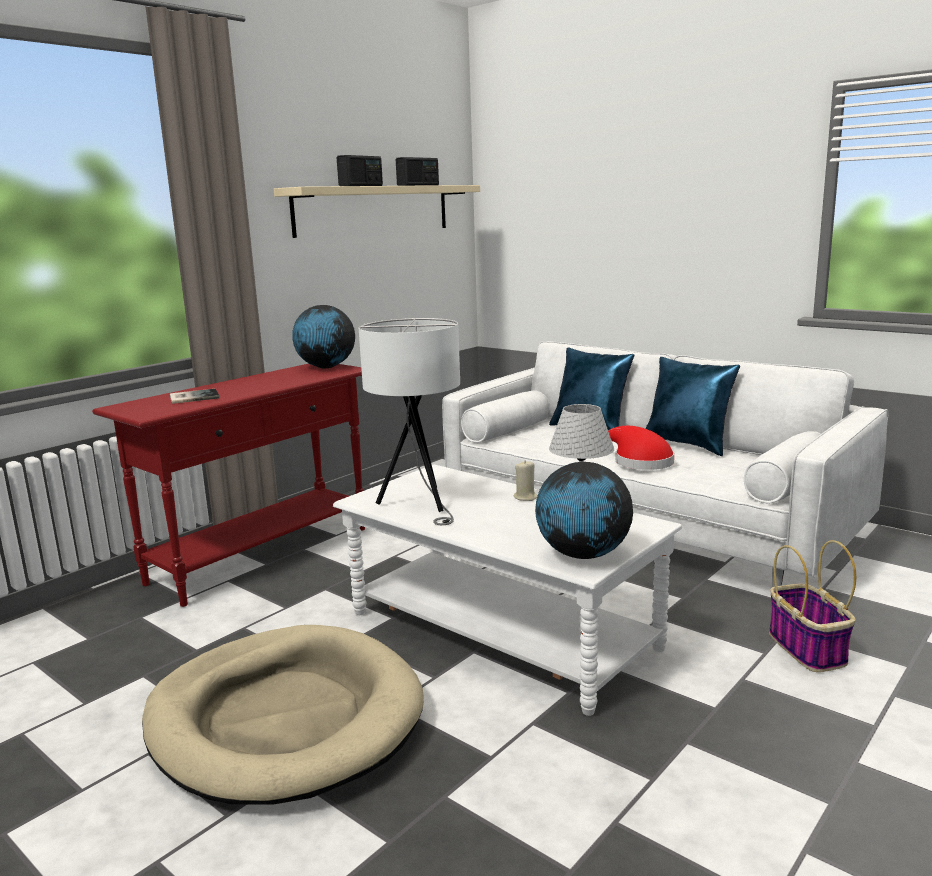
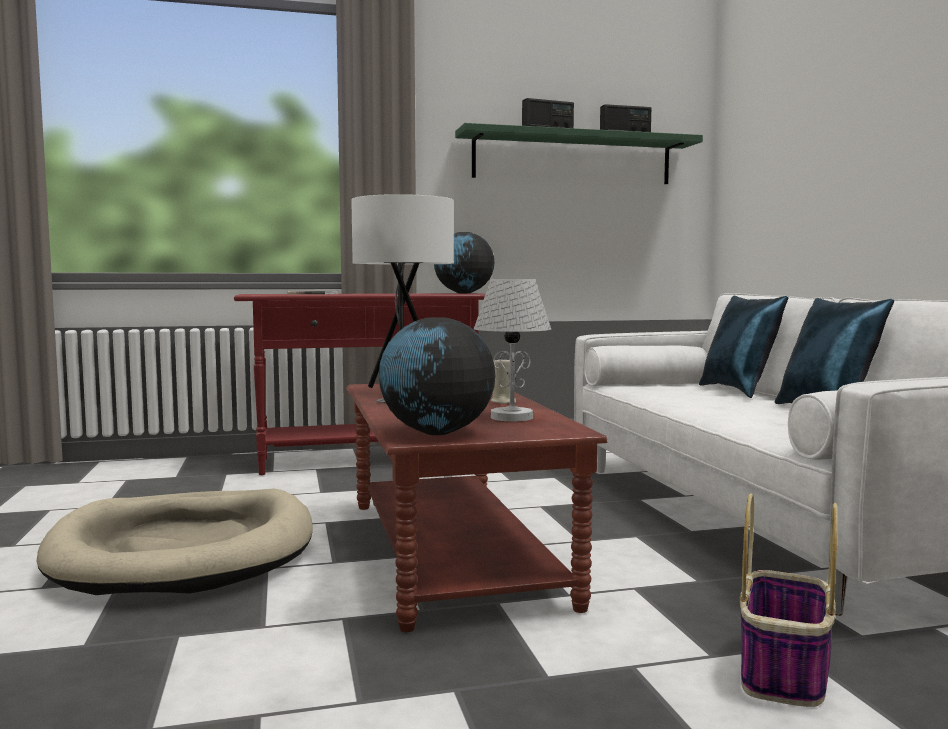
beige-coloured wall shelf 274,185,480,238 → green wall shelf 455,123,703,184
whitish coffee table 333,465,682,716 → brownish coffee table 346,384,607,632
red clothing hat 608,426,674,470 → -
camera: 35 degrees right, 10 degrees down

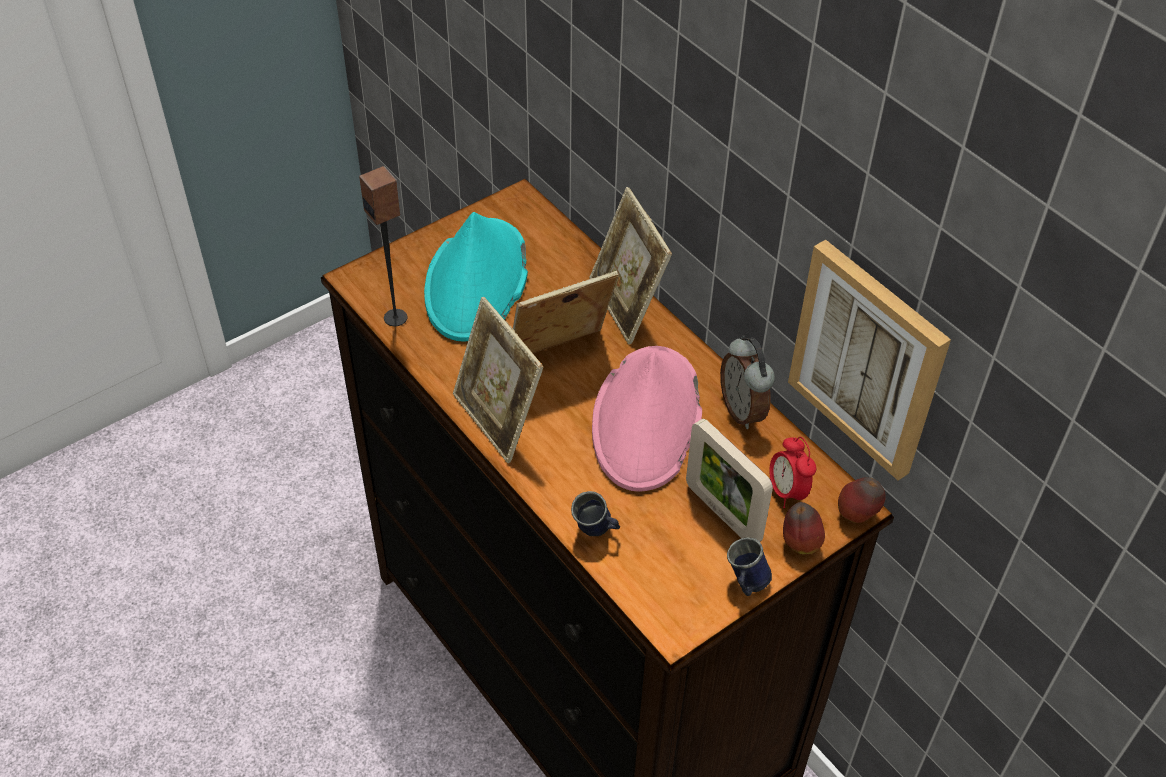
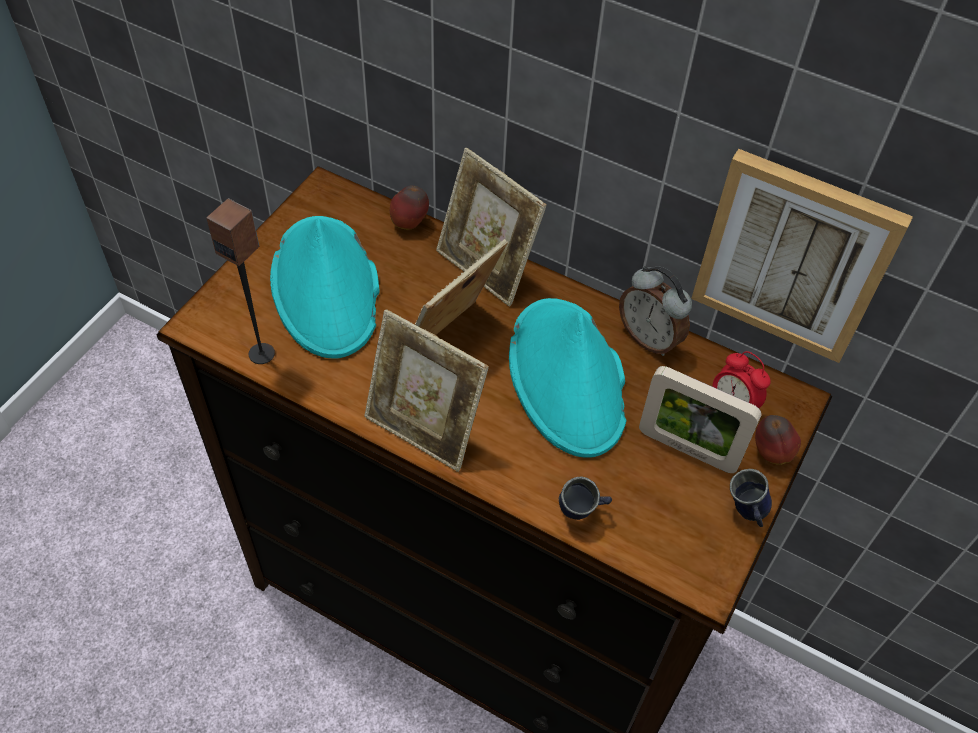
pink-coloured clothing hat 592,346,702,491 → blue-green clothing hat 509,298,626,458
whole apple 838,477,886,523 → whole apple 390,185,429,229, shifted
camera: 25 degrees left, 5 degrees up

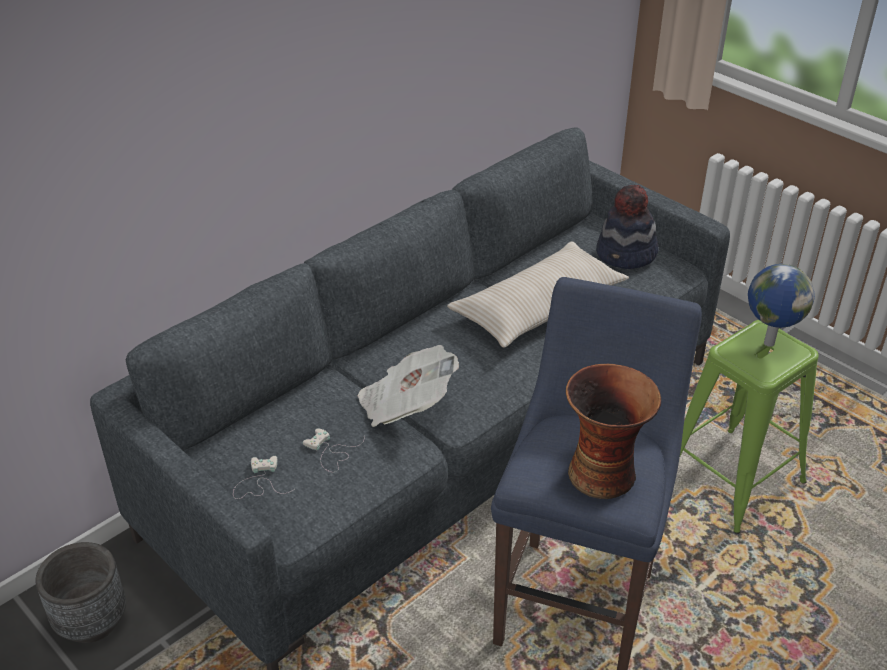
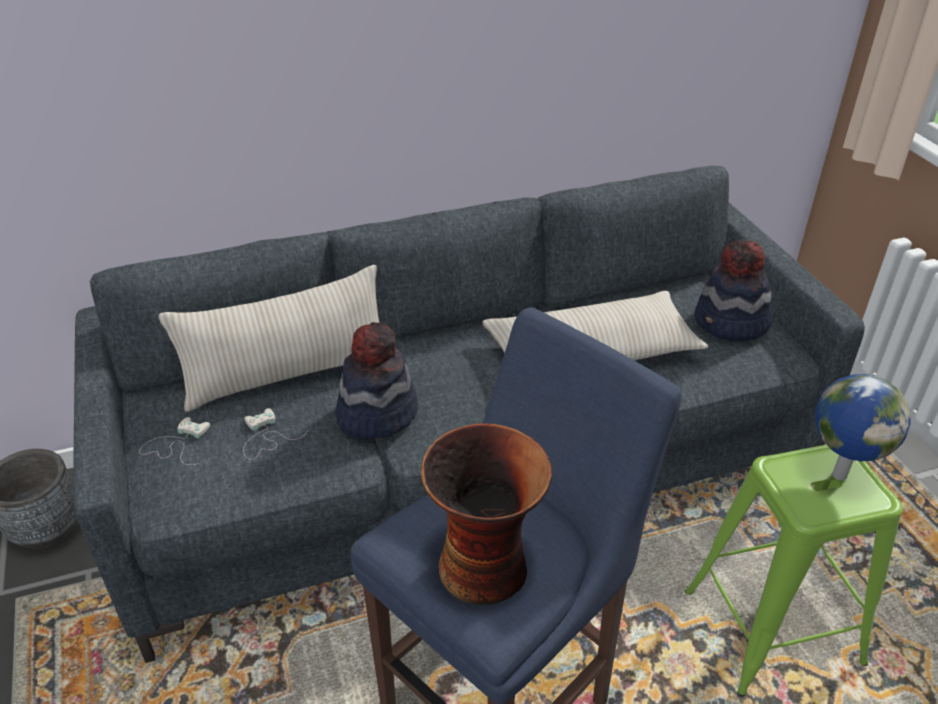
daily paper 358,345,459,427 → clothing hat 335,322,418,439
- → beige-coloured pillow 159,265,379,412
camera: 25 degrees right, 0 degrees up

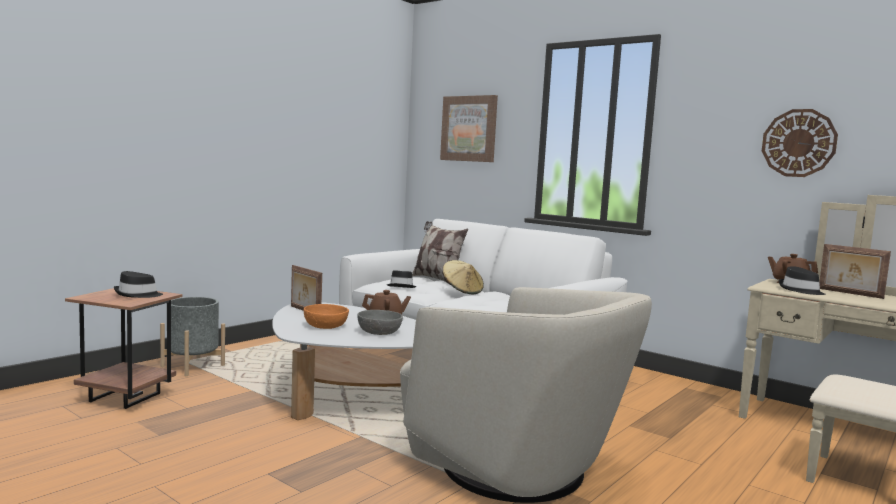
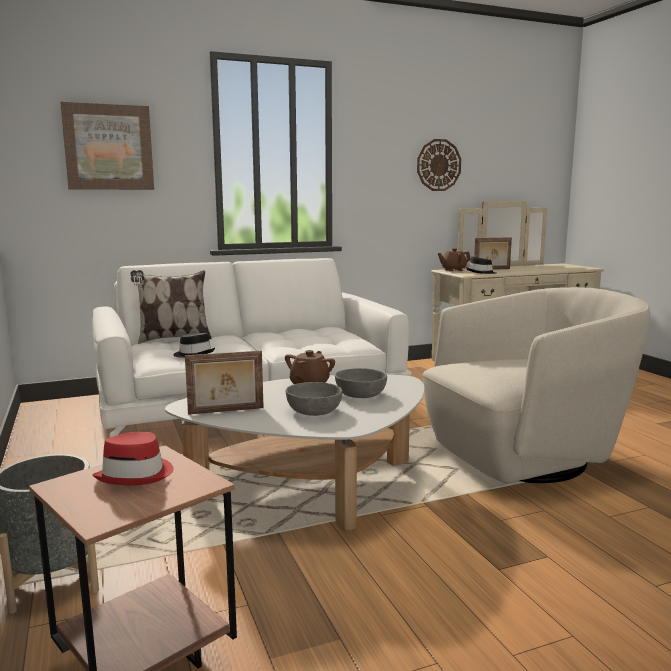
black-coloured clothing hat 114,271,163,298 → red clothing hat 93,432,174,485
orange-coloured bowl 304,304,349,329 → gray bowl 286,382,342,416
beige-coloured clothing hat 443,260,484,294 → -
camera: 60 degrees left, 5 degrees up

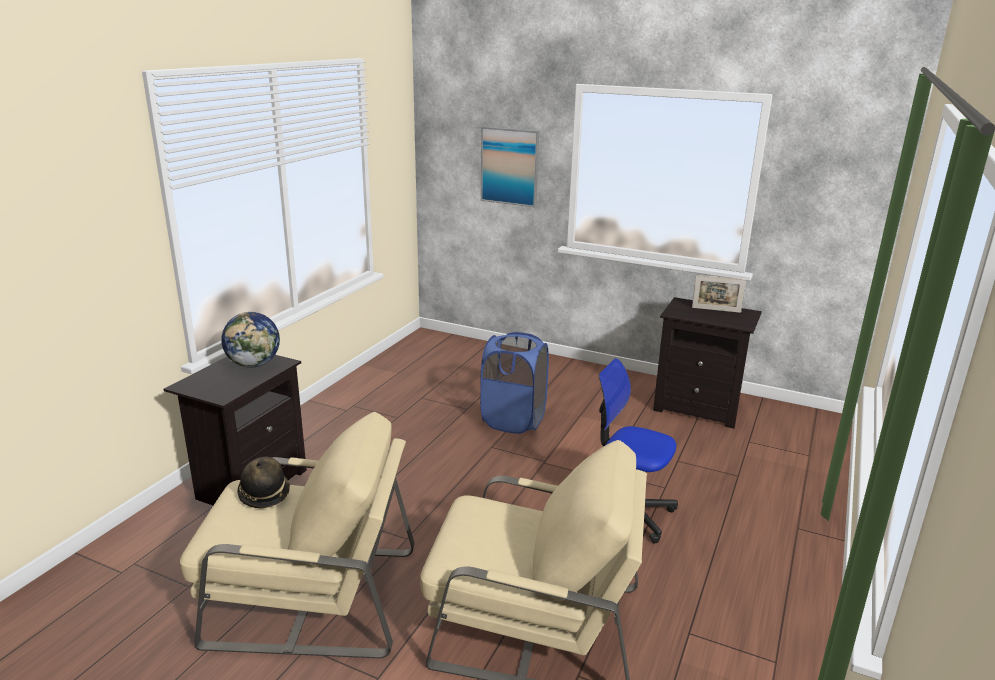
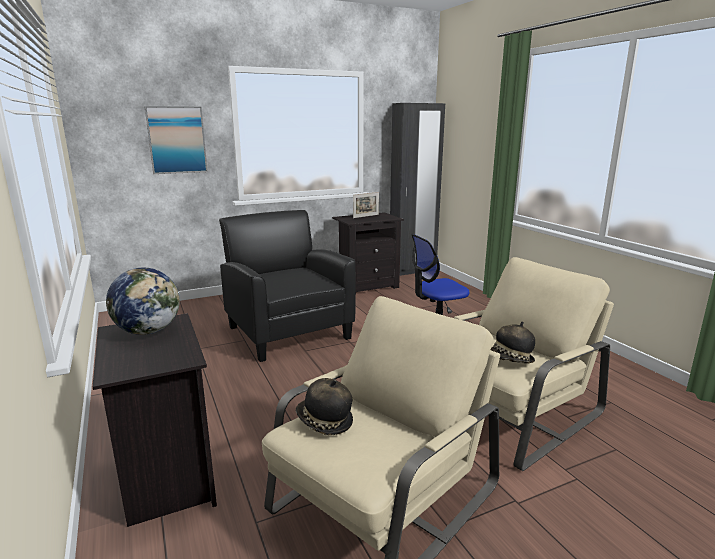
bluish washing basket 480,332,549,434 → black-coloured lounge chair 219,210,356,362
- → black-coloured armoire 390,103,445,276
- → clothing hat 491,321,535,364
camera: 50 degrees left, 5 degrees down

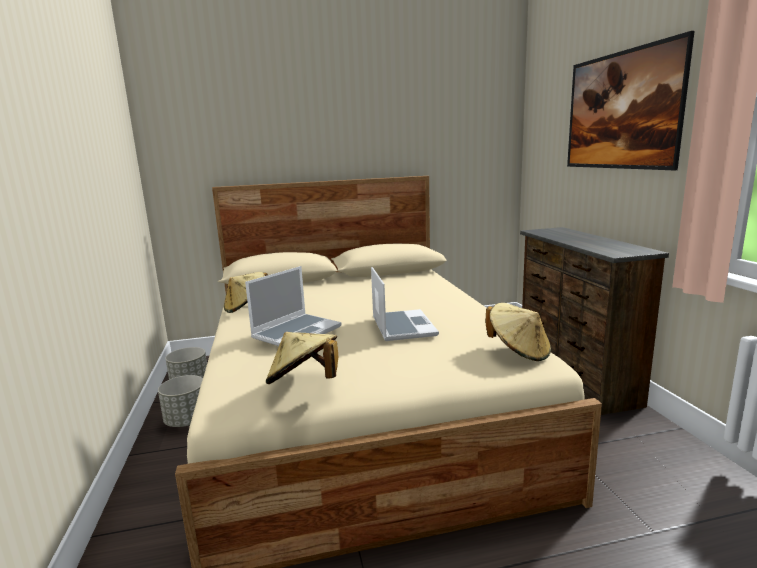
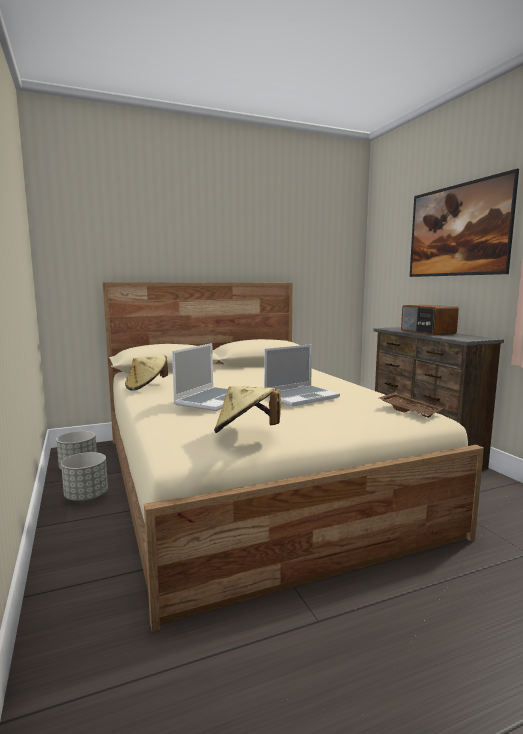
laptop 371,267,439,341 → laptop 264,344,340,407, 75 degrees clockwise
beige-coloured clothing hat 485,303,551,361 → brownish tray 379,392,443,418
- → radio set 401,305,459,335
camera: 10 degrees left, 5 degrees down

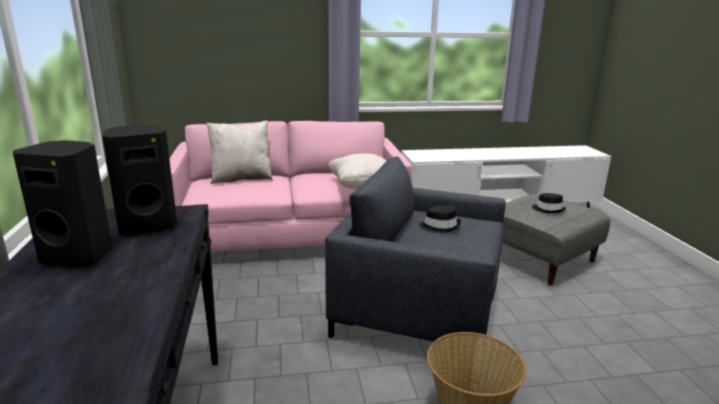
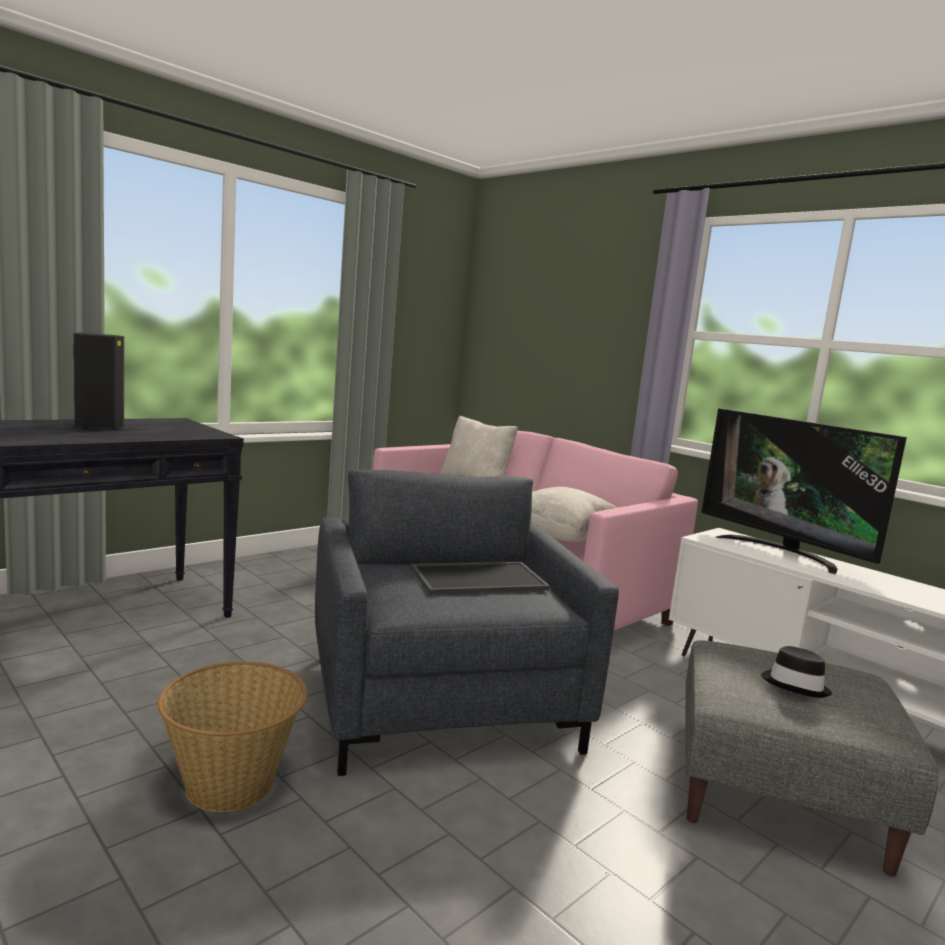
black-coloured audio speaker 102,124,177,237 → -
black-coloured clothing hat 419,205,461,233 → tray 410,562,550,594
- → TV 701,408,907,574
camera: 55 degrees right, 10 degrees down

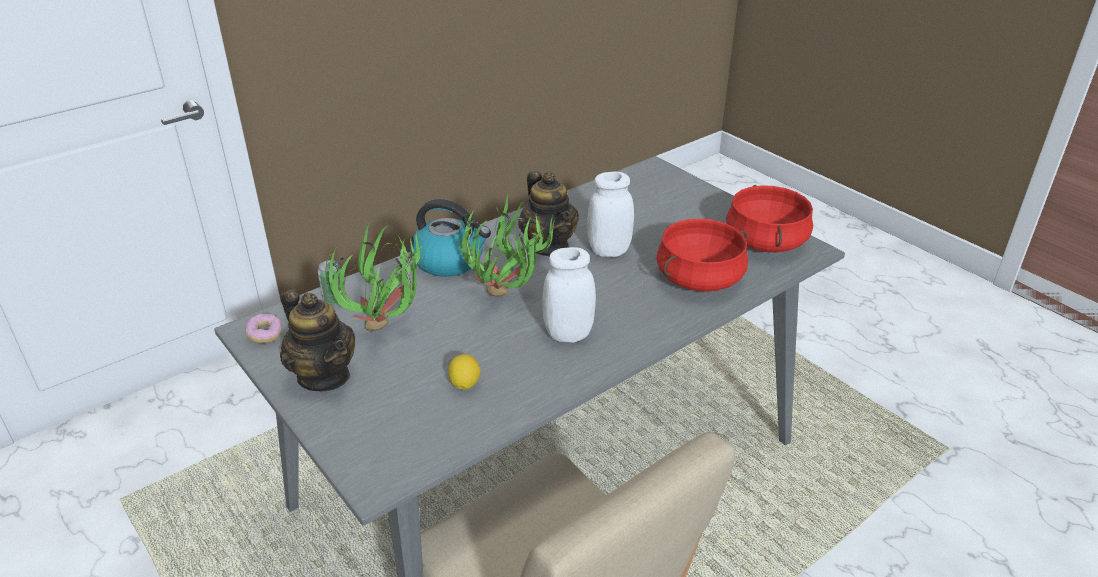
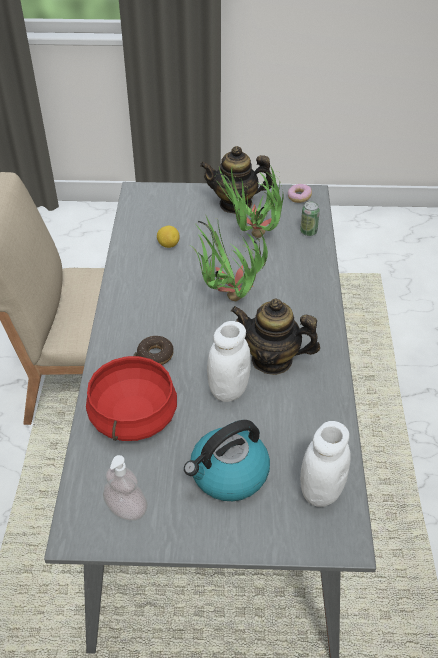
kettle 410,199,491,277 → kettle 184,420,270,501, shifted
whitish storage jar 542,247,596,342 → whitish storage jar 300,421,351,507, shifted
red cooking pot 726,185,813,252 → soap dispenser 103,455,147,521
- → doughnut 137,336,174,365
camera: 130 degrees right, 10 degrees up

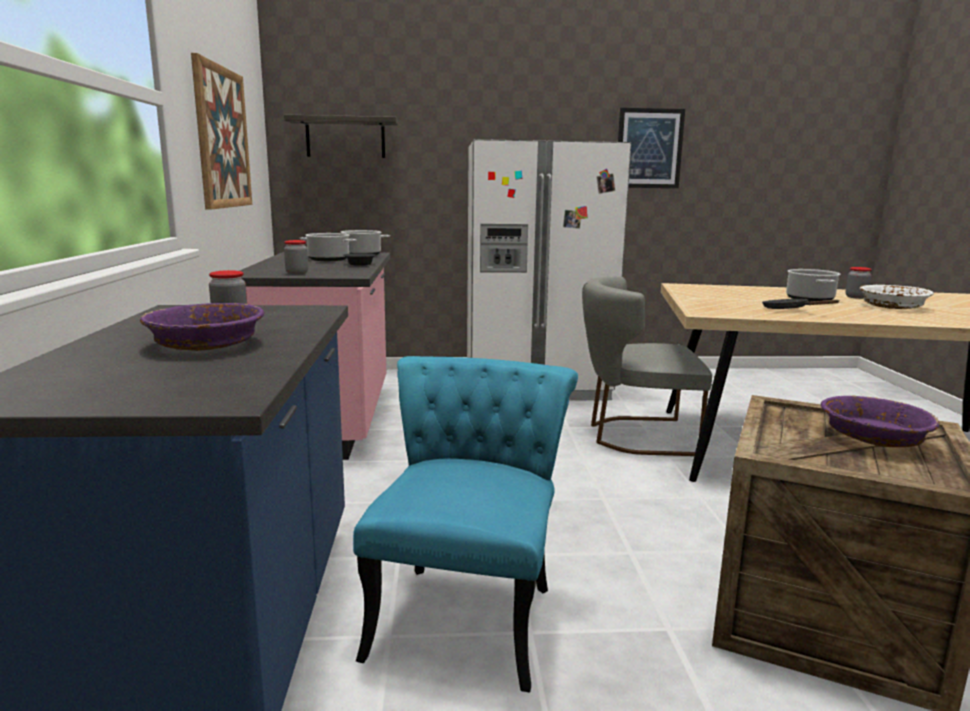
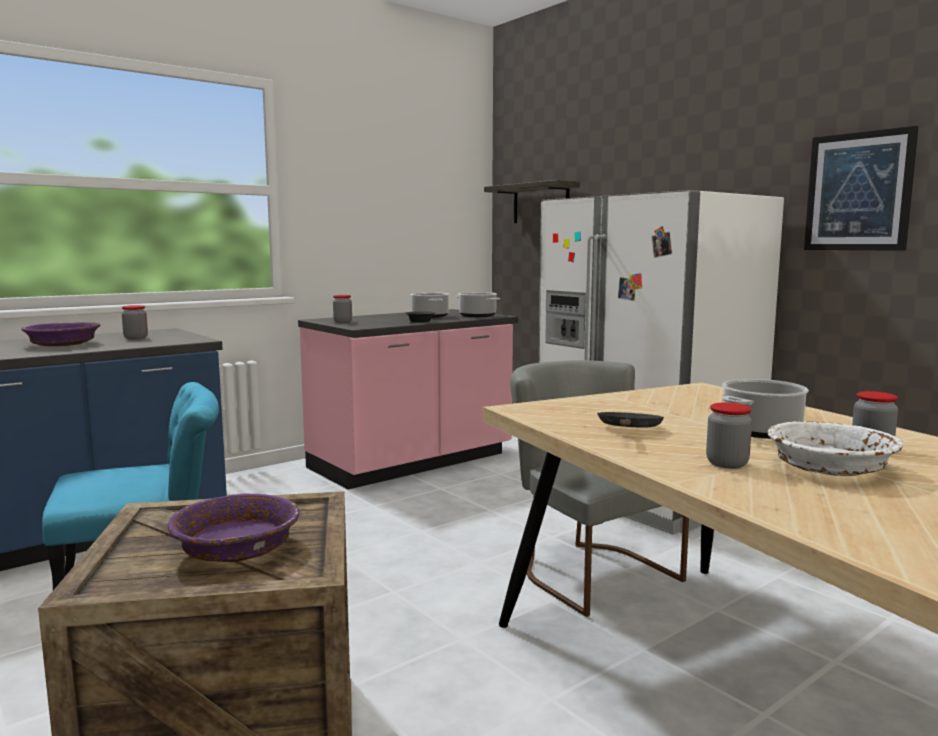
picture 191,53,252,210 → -
- → storage jar 706,403,752,469
camera: 55 degrees right, 5 degrees down

